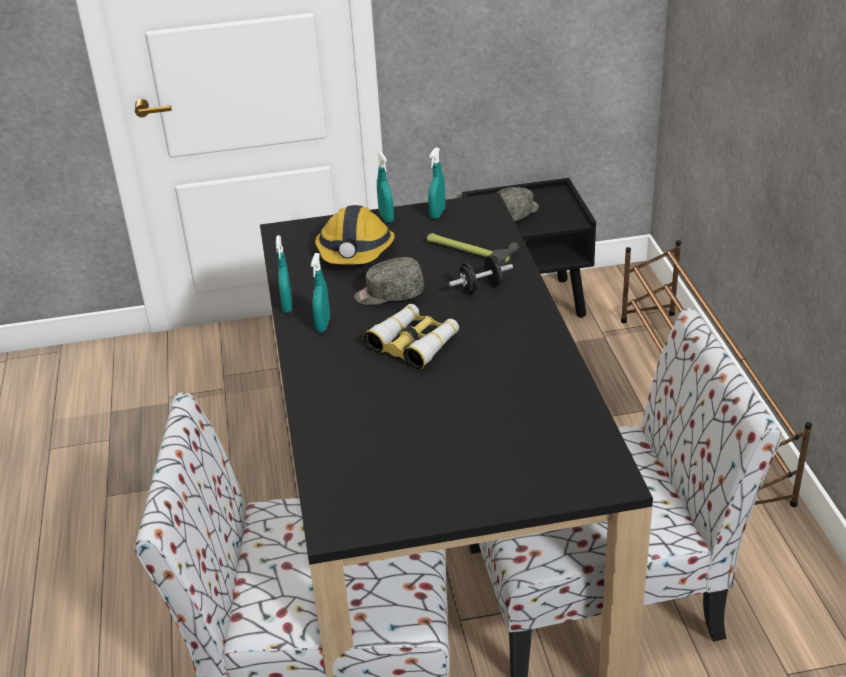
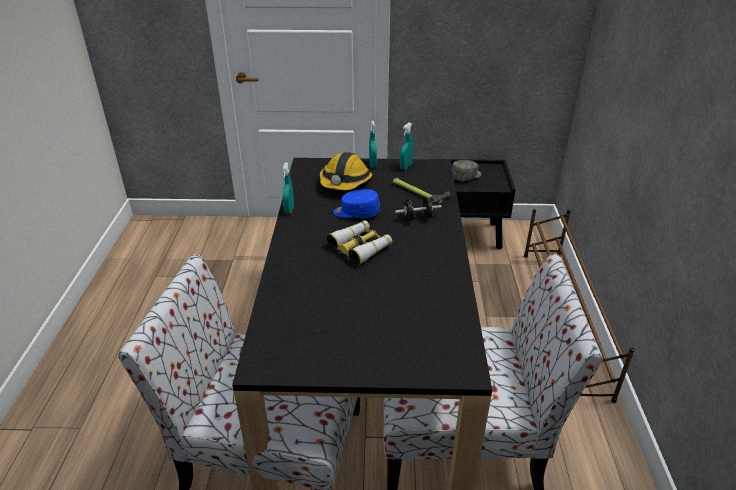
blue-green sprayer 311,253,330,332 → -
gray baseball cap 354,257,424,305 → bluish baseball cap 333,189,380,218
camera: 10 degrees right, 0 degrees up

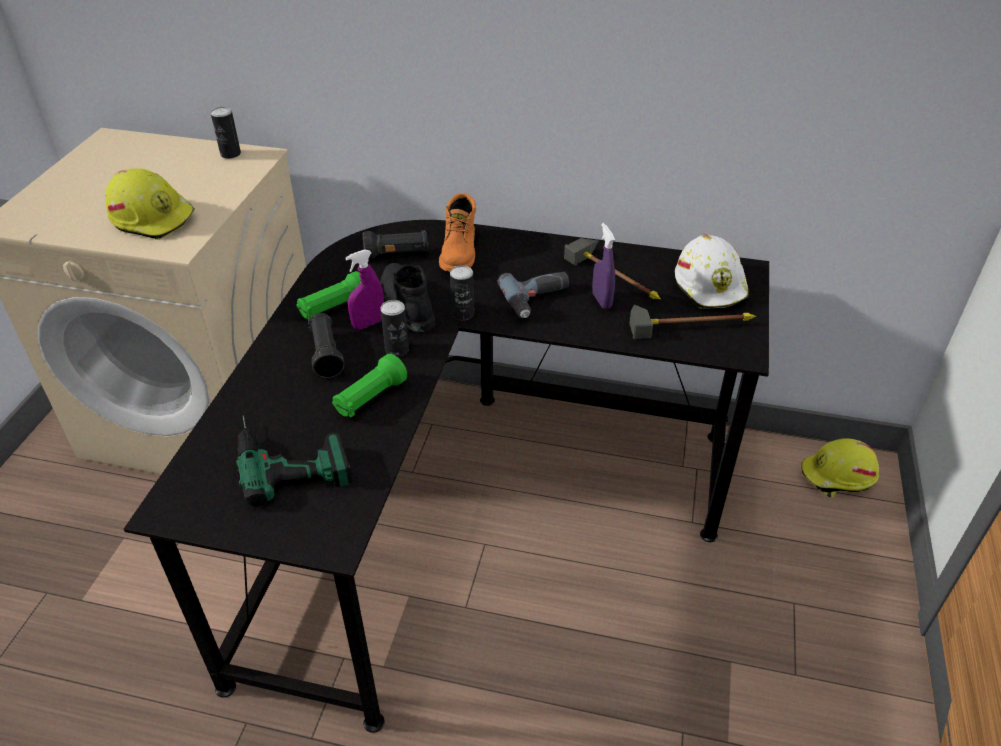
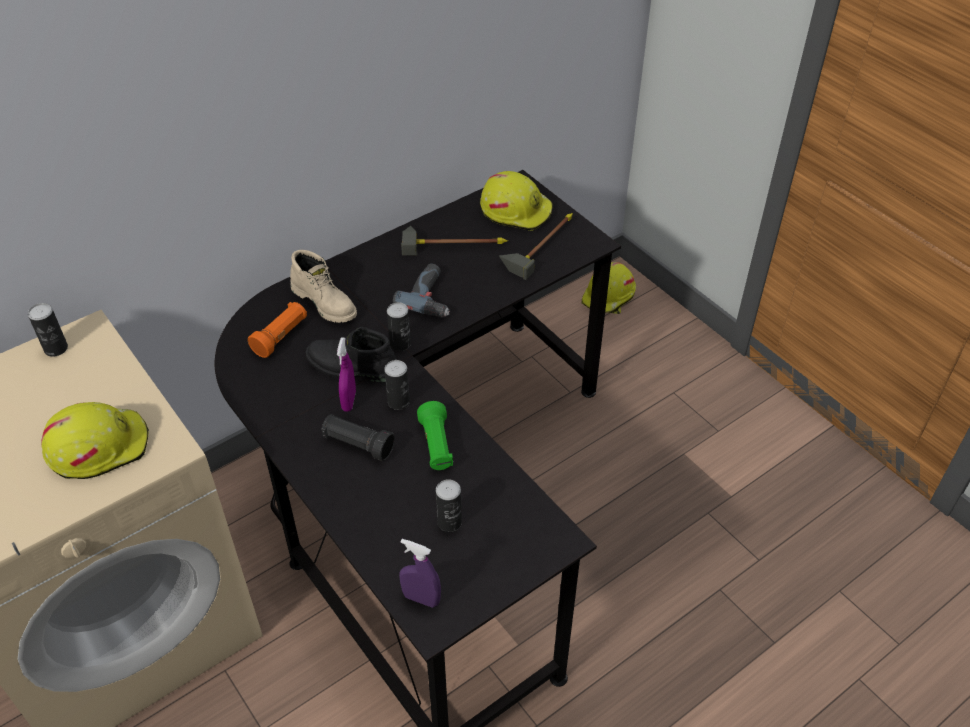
electric drill 236,415,353,507 → metal can 436,479,462,532
green hand torch 296,271,361,319 → -
black-coloured hand torch 363,231,429,259 → orange-coloured hand torch 248,302,307,358
orange-coloured tall boot 439,193,476,272 → beige-coloured tall boot 290,250,357,323
purple sprayer 592,223,615,309 → purple sprayer 399,539,441,608, shifted
whitish work helmet 675,234,749,309 → yellow-coloured work helmet 480,171,553,231
camera: 50 degrees left, 5 degrees up

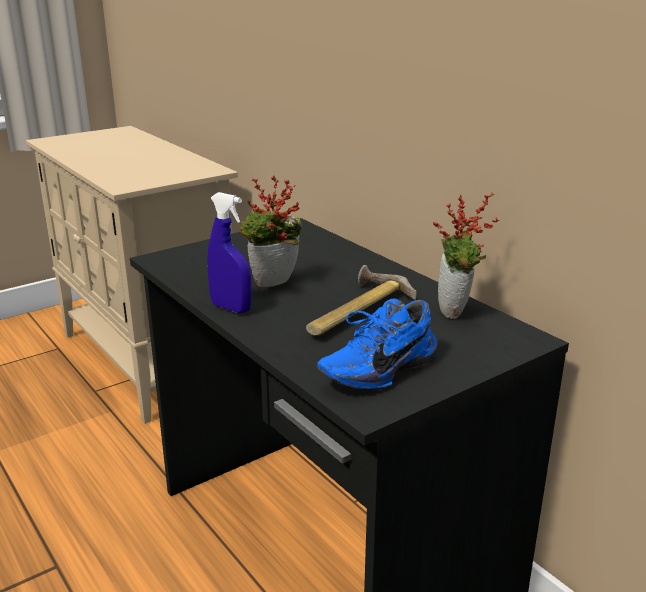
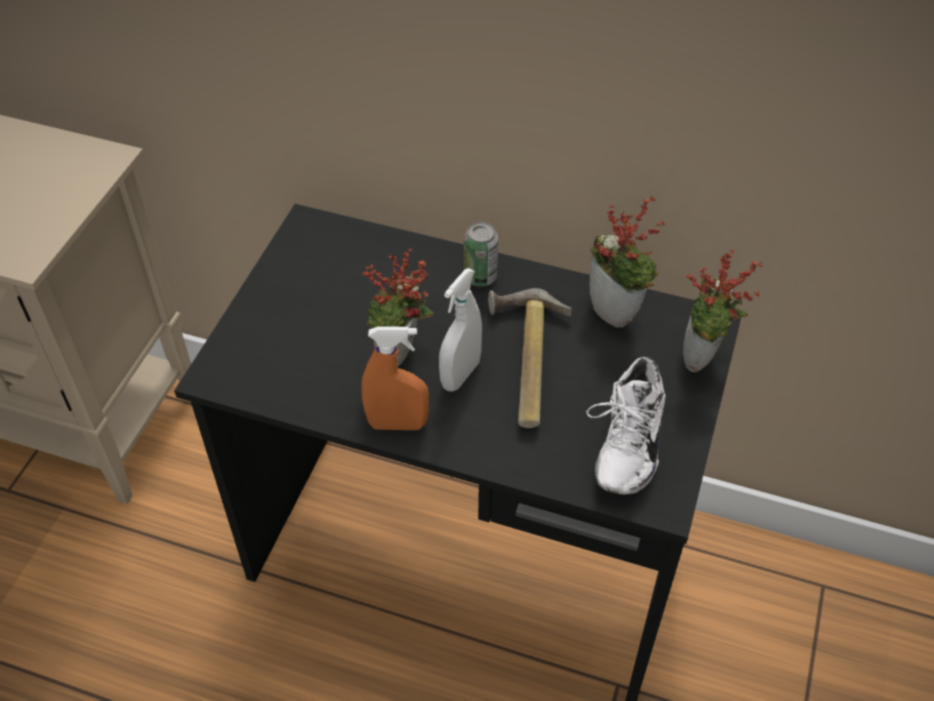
bluish sprayer 207,192,252,313 → orange-coloured sprayer 361,326,429,430
bluish shoe 317,299,437,390 → whitish shoe 586,357,666,495
- → whitish sprayer 439,268,482,392
- → metal can 464,222,498,287
- → houseplant 683,250,762,372
camera: 35 degrees left, 25 degrees up

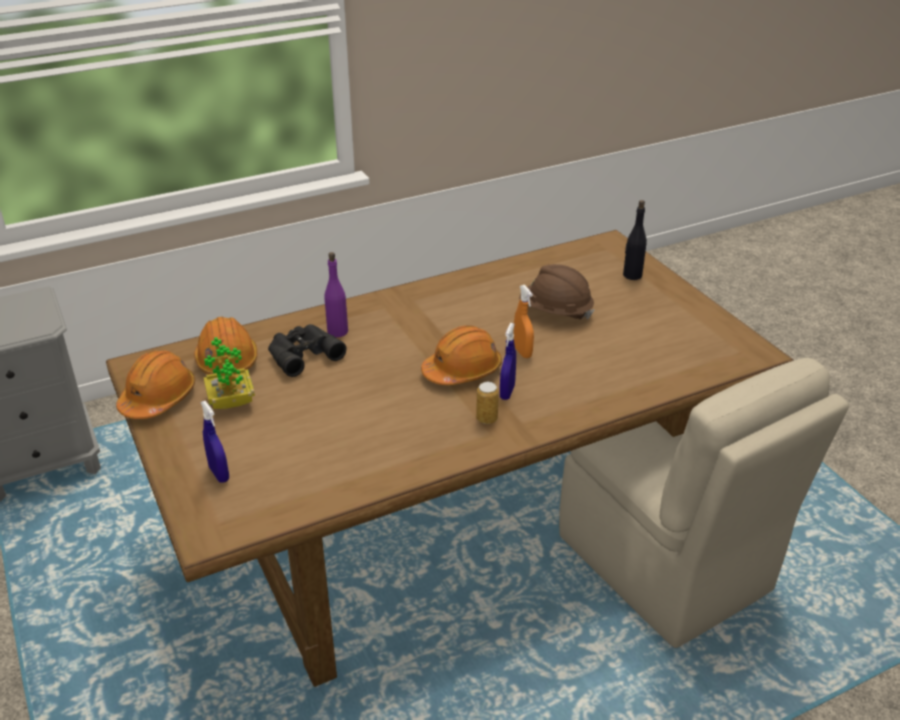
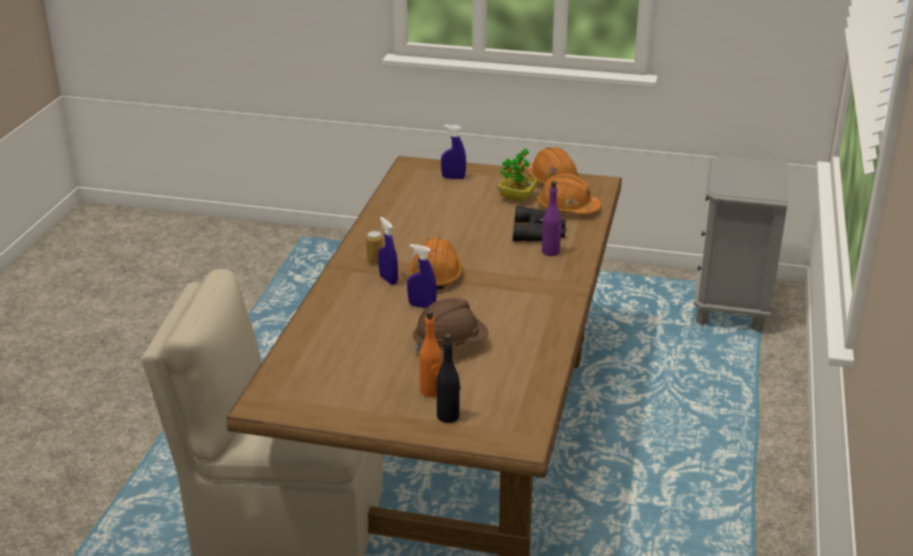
orange-coloured sprayer 513,285,534,358 → bluish sprayer 407,244,437,308
- → orange-coloured beverage bottle 419,310,441,397
camera: 130 degrees right, 5 degrees down

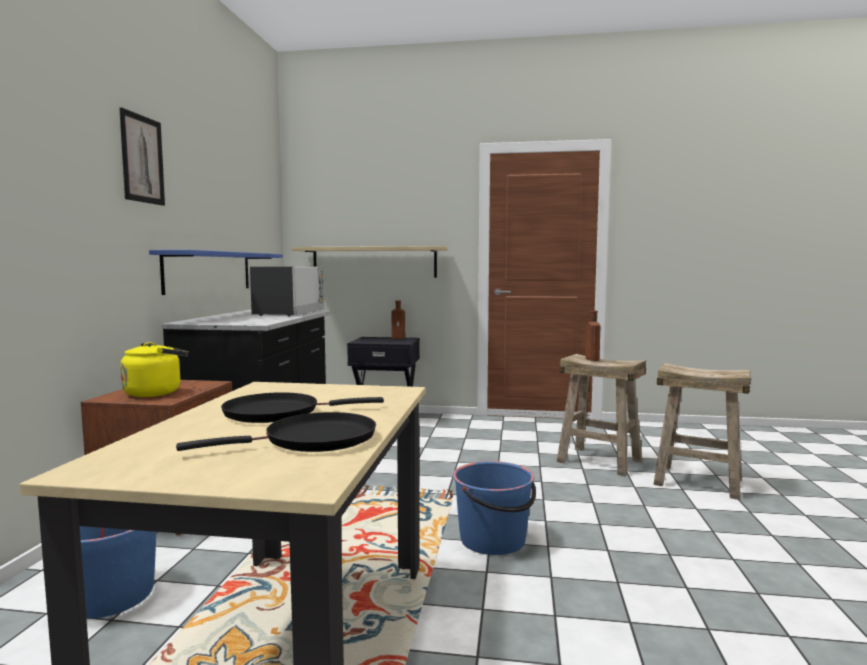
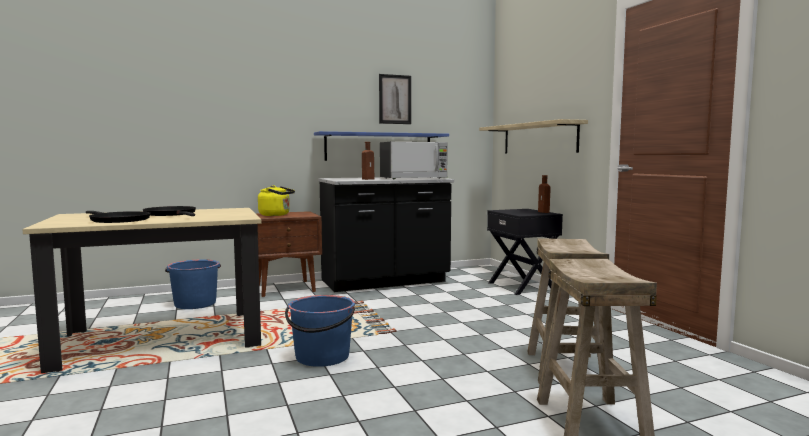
picture 119,107,165,206 → picture 379,74,411,124, shifted
brownish beverage bottle 585,311,600,361 → brownish beverage bottle 362,142,374,180, shifted
camera: 60 degrees right, 0 degrees up

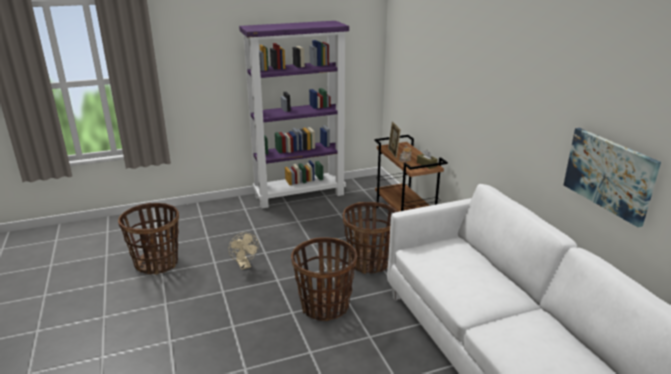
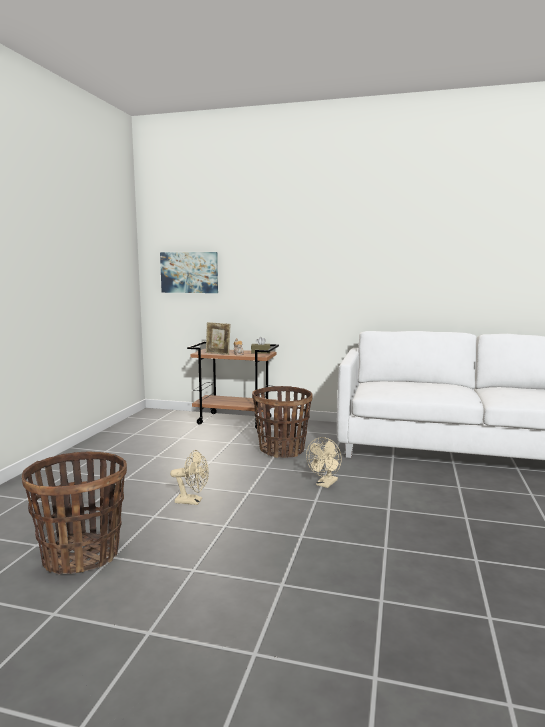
purple bookshelf 239,21,349,208 → -
storage basket 291,237,357,321 → beige-coloured fan 306,437,342,488
picture 564,128,661,227 → picture 160,252,218,293, shifted
camera: 55 degrees left, 15 degrees down

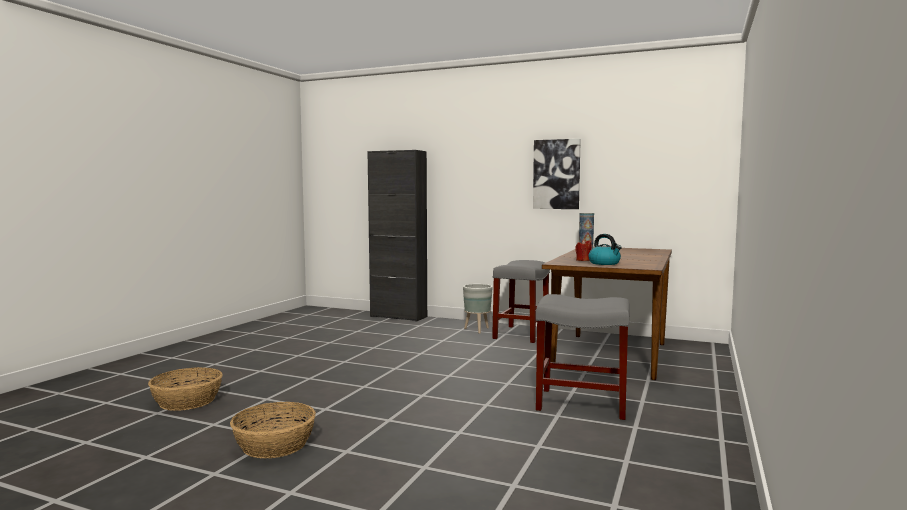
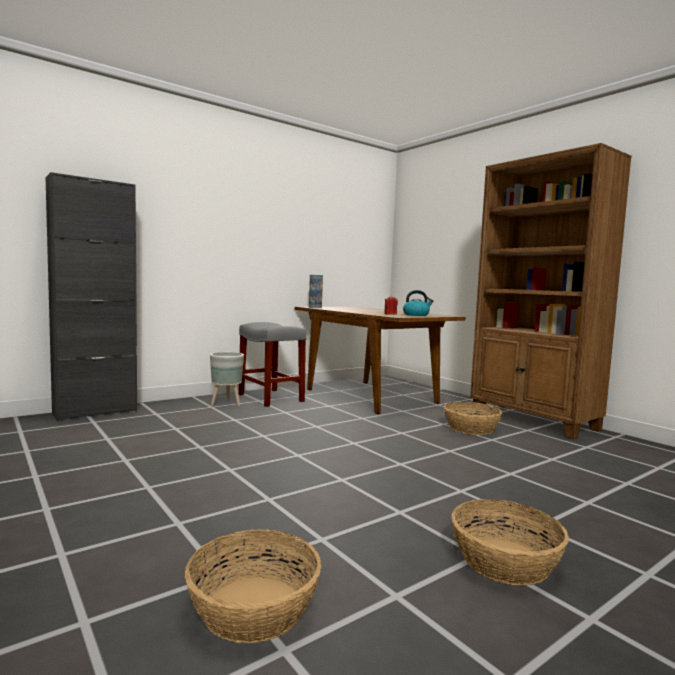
picture 533,139,581,209 → -
gray sitting stool 536,294,630,420 → storage basket 444,402,502,435
- → brownish bookshelf 470,143,632,440
camera: 60 degrees left, 0 degrees up

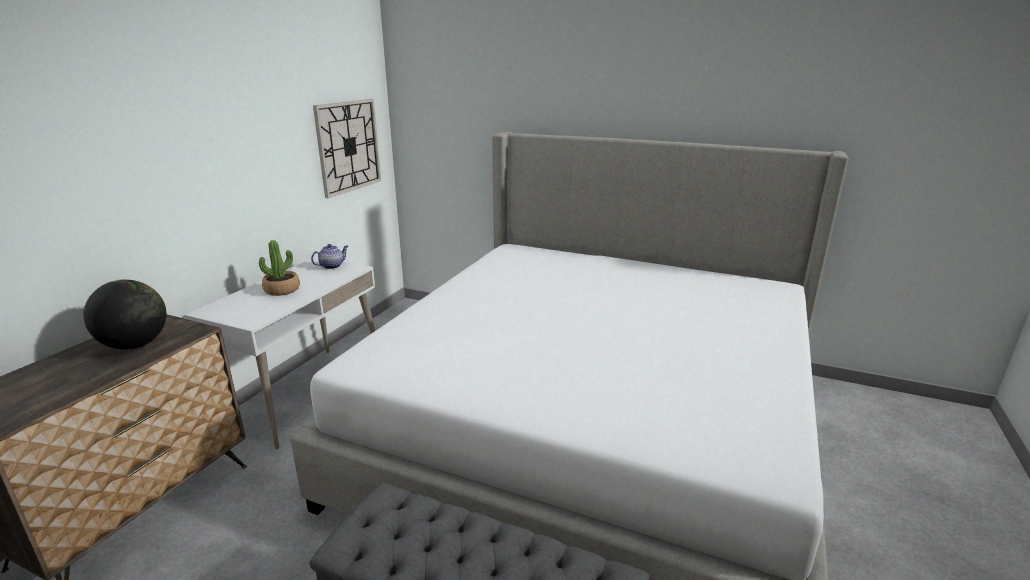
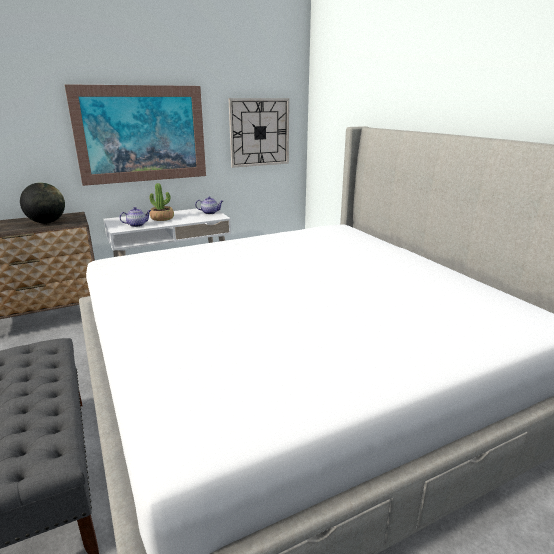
- → picture 65,84,206,186
- → teapot 119,207,151,227
camera: 40 degrees right, 0 degrees up

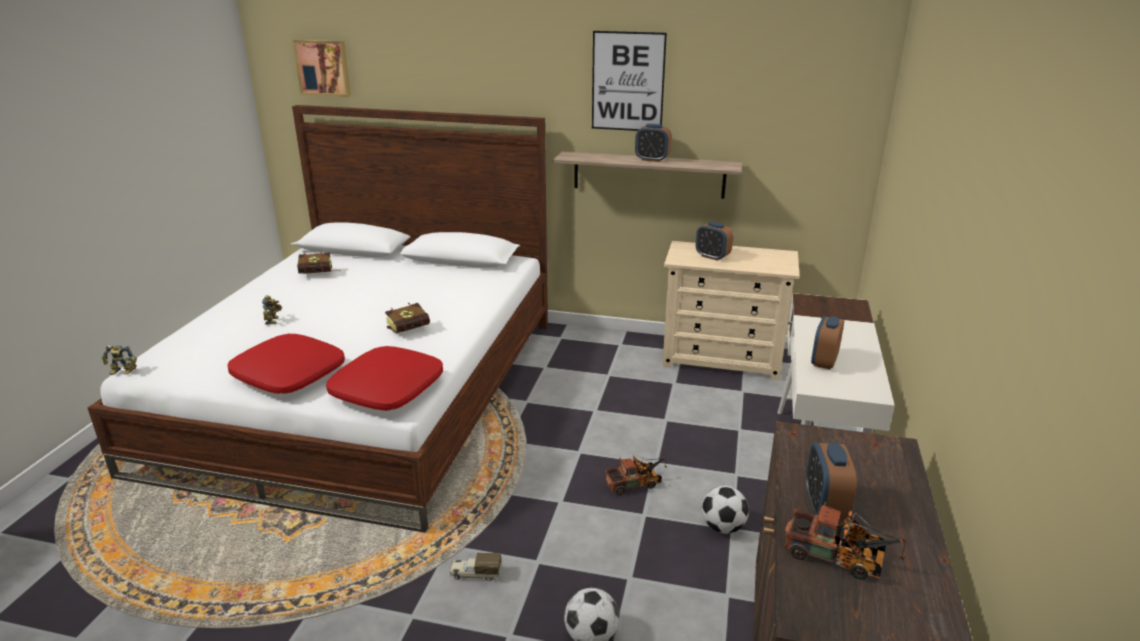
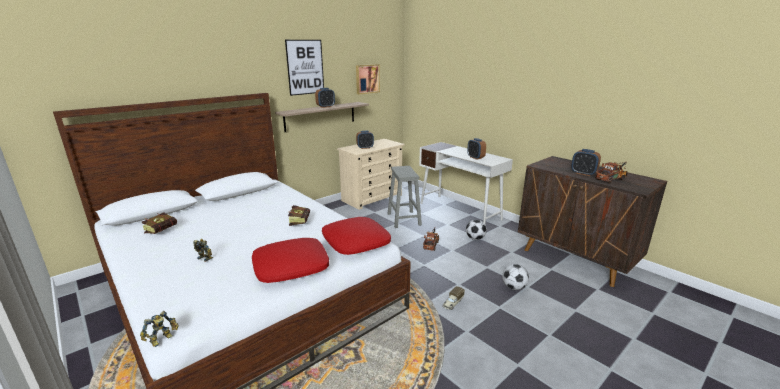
picture 292,39,351,97 → picture 356,64,380,94, shifted
- → gray sitting stool 387,166,422,228
camera: 55 degrees left, 5 degrees down

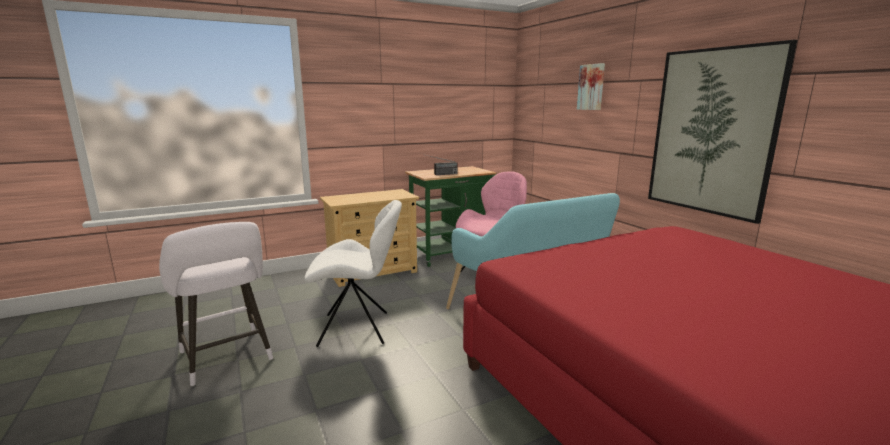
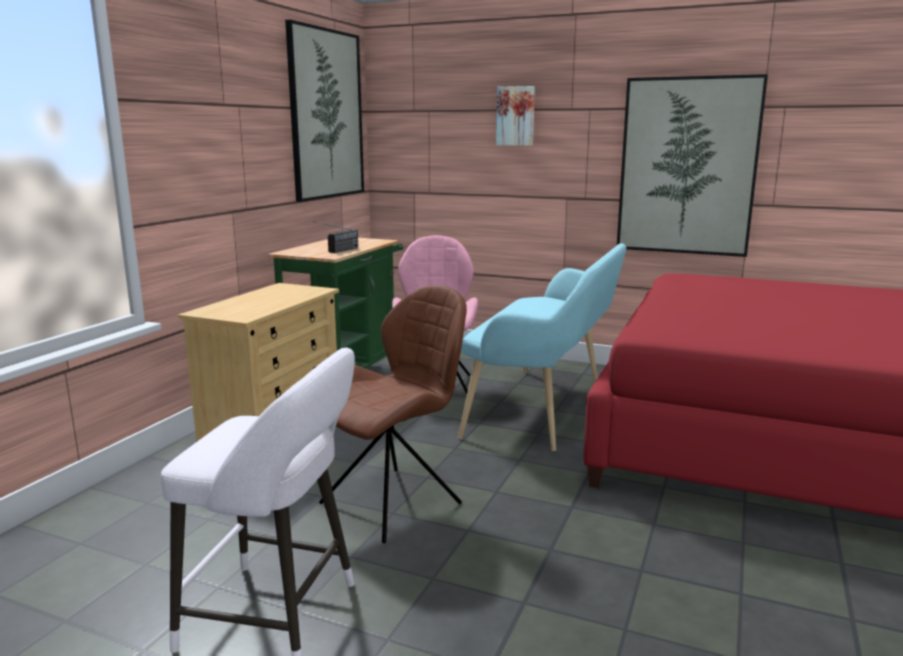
whitish chair 305,200,402,347 → brownish chair 319,286,467,543
- → picture 285,19,364,202
camera: 40 degrees left, 0 degrees up

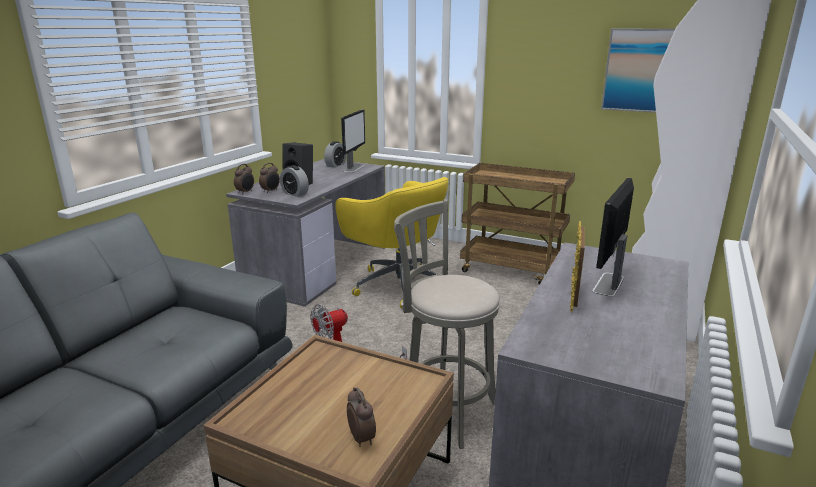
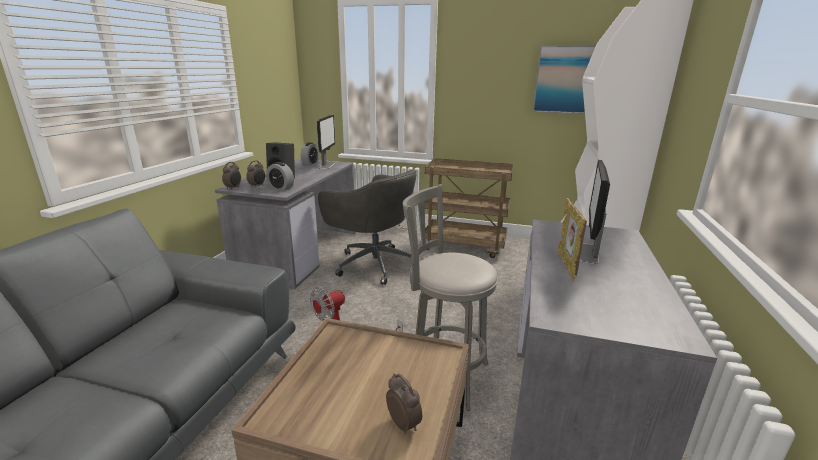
yellow-coloured desk chair 335,177,449,308 → gray desk chair 318,169,416,285
camera: 10 degrees left, 0 degrees up

